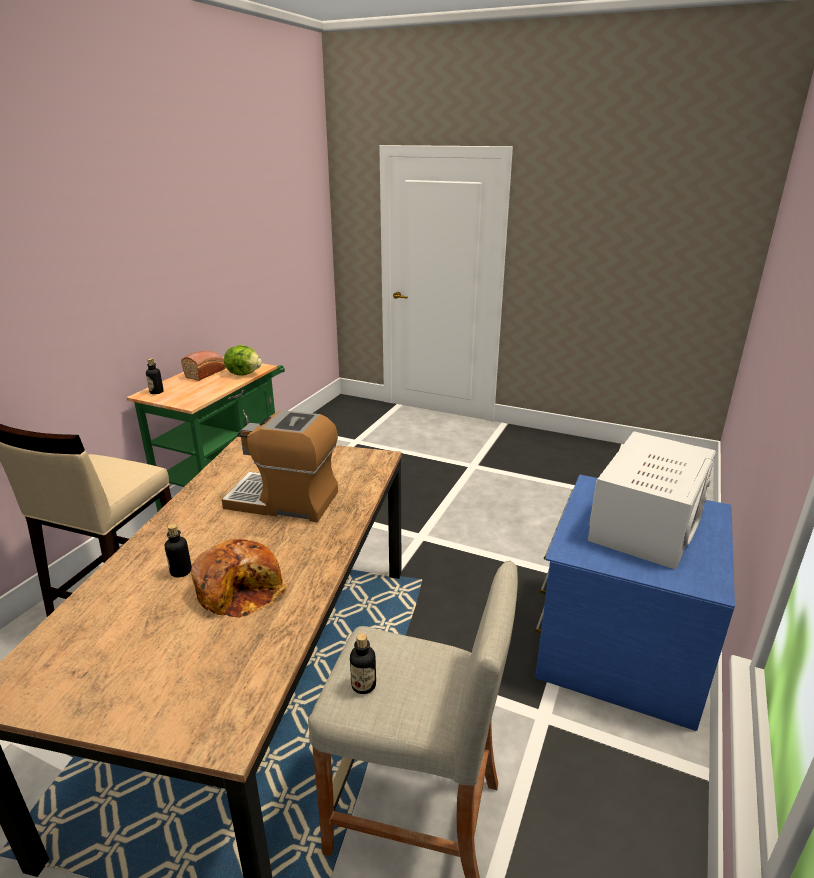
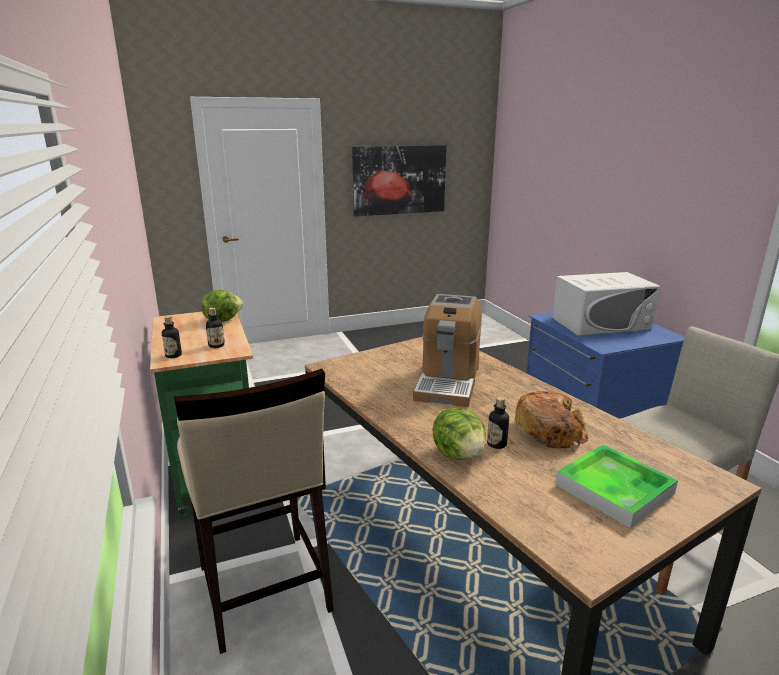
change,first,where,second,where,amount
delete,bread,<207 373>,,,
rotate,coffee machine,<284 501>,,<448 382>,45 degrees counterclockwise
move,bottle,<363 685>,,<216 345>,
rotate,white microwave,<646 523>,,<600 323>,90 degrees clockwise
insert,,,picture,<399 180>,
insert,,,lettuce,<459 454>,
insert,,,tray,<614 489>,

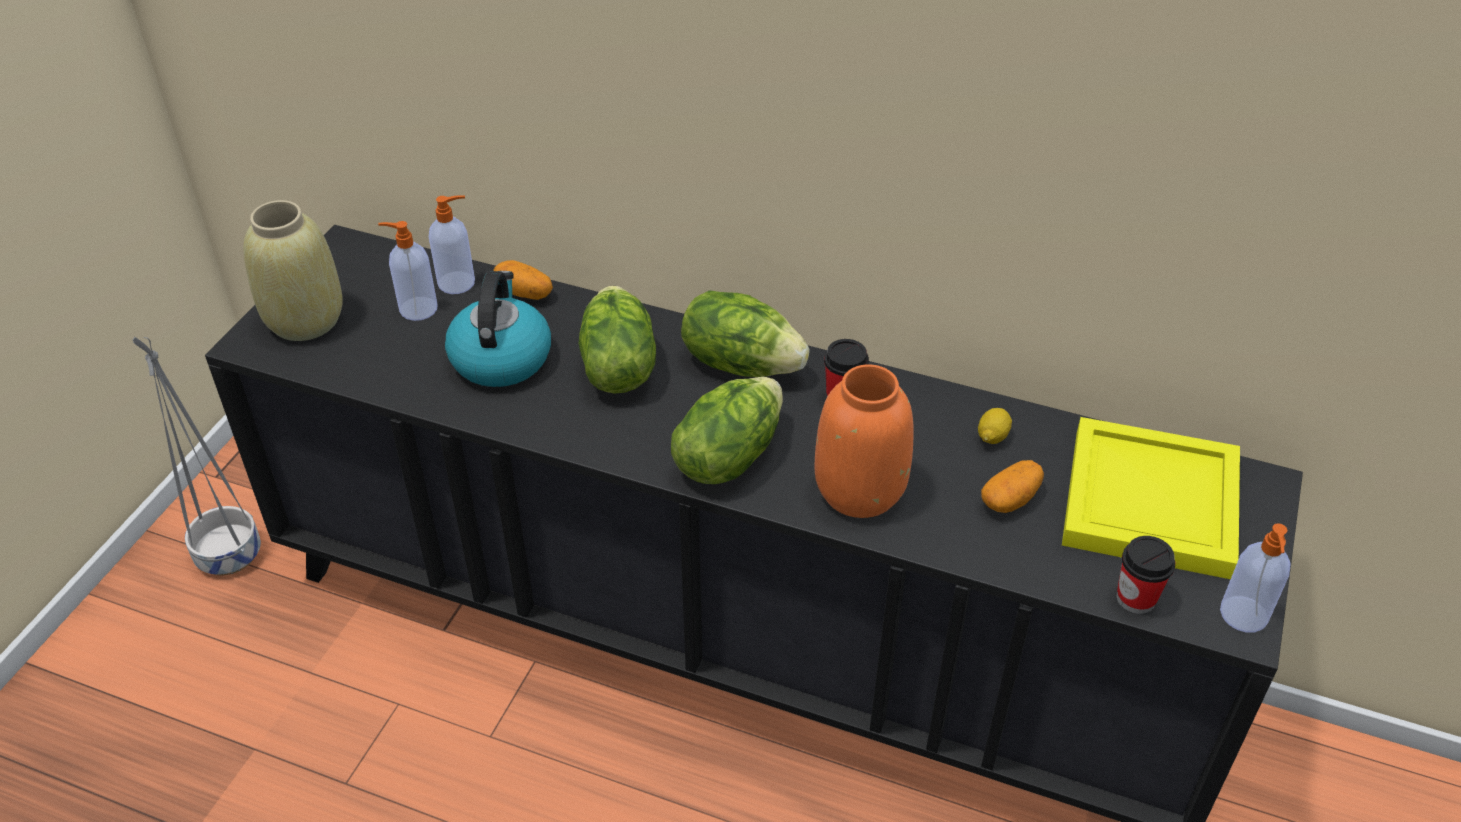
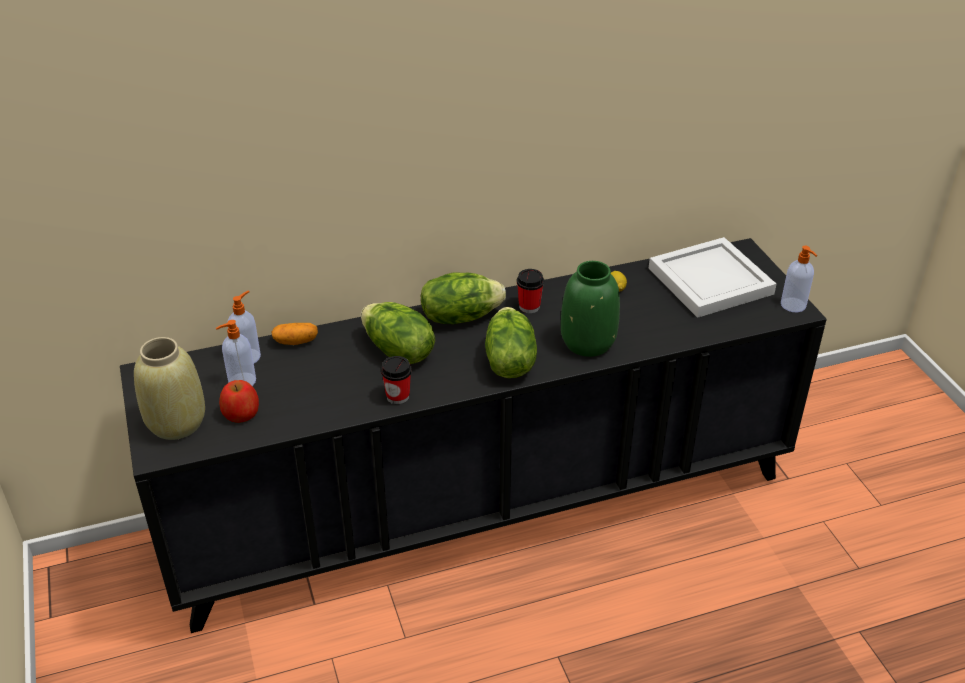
change,first,where,second,where,amount
delete,grey planter,<228 555>,,,
delete,kettle,<501 357>,,,
recolor,orange vase,<858 490>,green vase,<587 343>,
delete,potato,<1010 499>,,,
recolor,yellow tray,<1147 503>,white tray,<710 282>,
move,cup,<1136 598>,,<398 396>,
insert,,,apple,<241 413>,

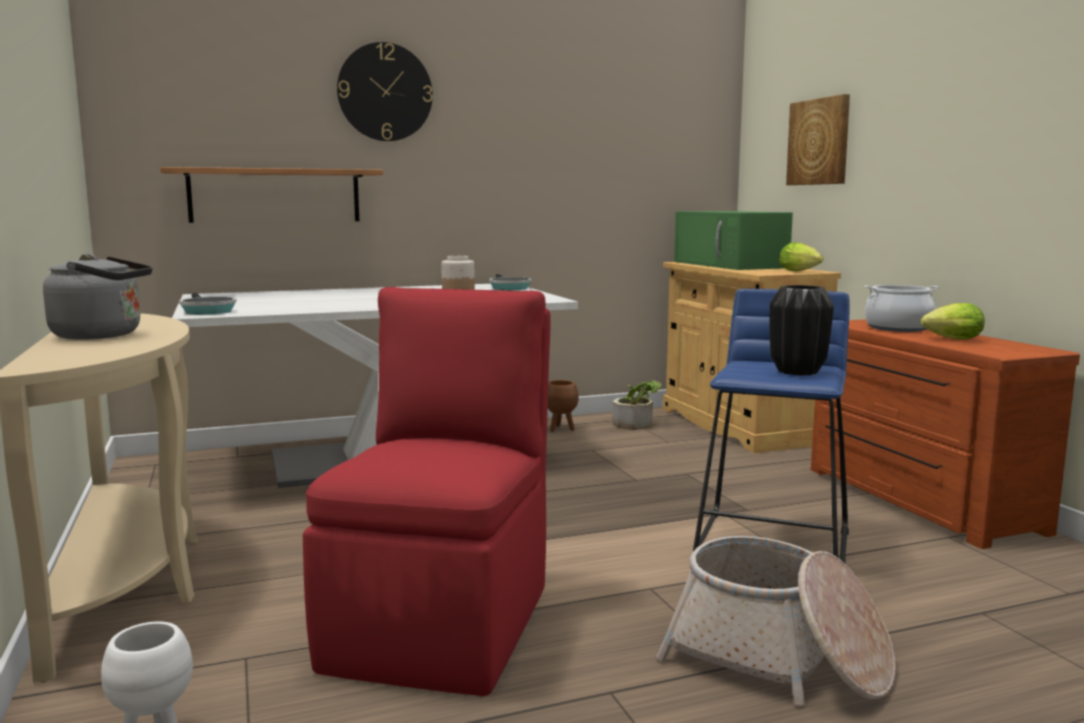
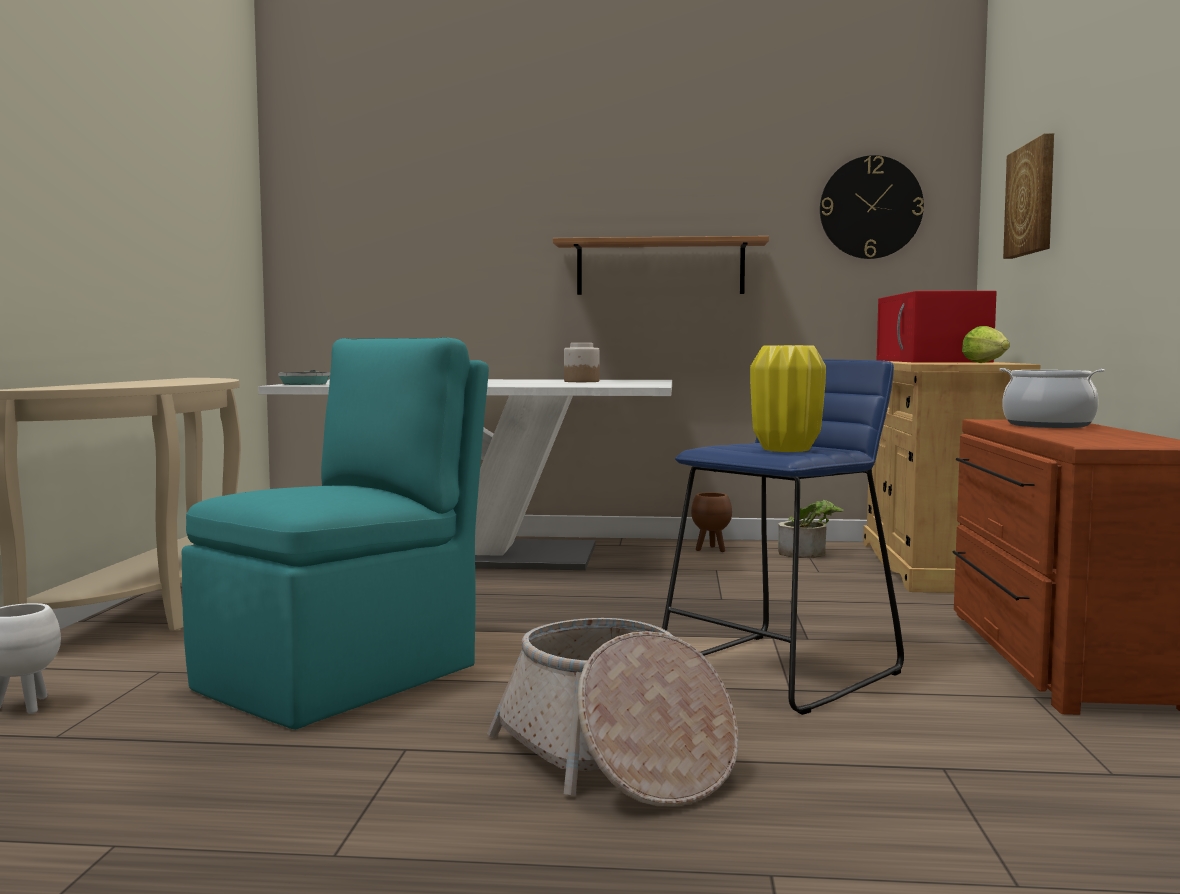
change,first,where,second,where,amount
delete,grey kettle,<103 335>,,,
move,shelf,<275 196>,,<660 268>,
recolor,red chair,<443 623>,turquoise chair,<344 676>,
move,wall clock,<385 92>,,<870 207>,
delete,frying pan,<508 288>,,,
recolor,green microwave,<730 265>,red microwave,<932 361>,
recolor,black vase,<798 372>,yellow vase,<787 450>,
delete,lettuce,<950 339>,,,

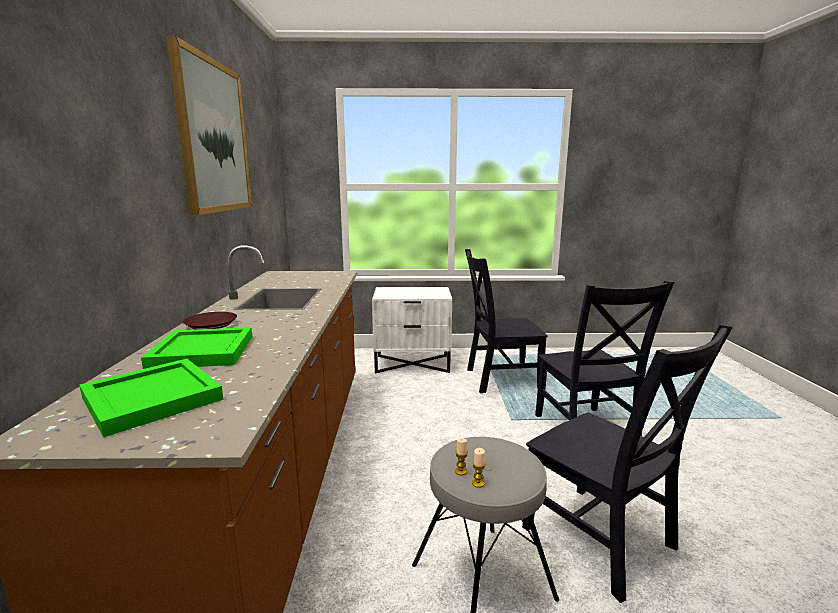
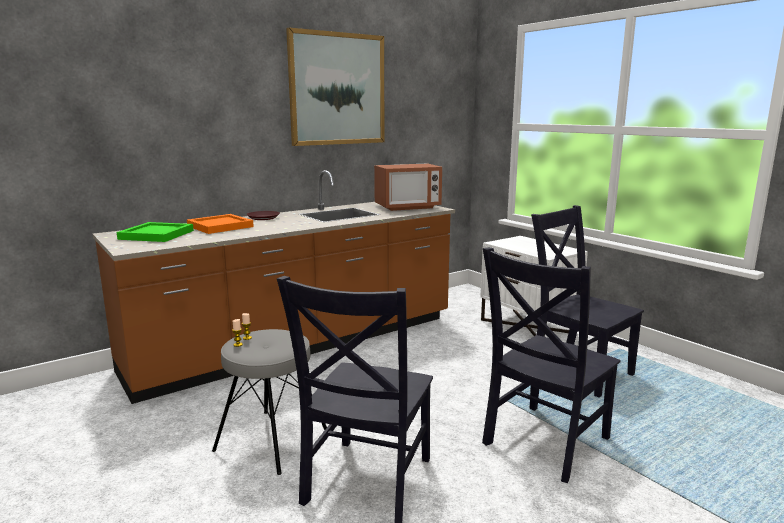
change,first,where,second,where,amount
recolor,green tray,<201 352>,orange tray,<219 226>,
insert,,,microwave,<407 207>,

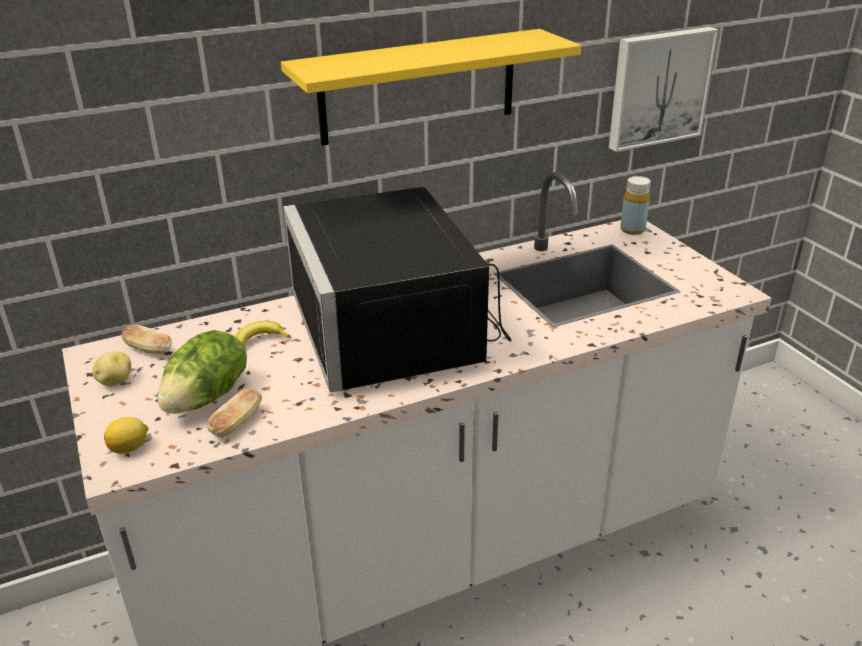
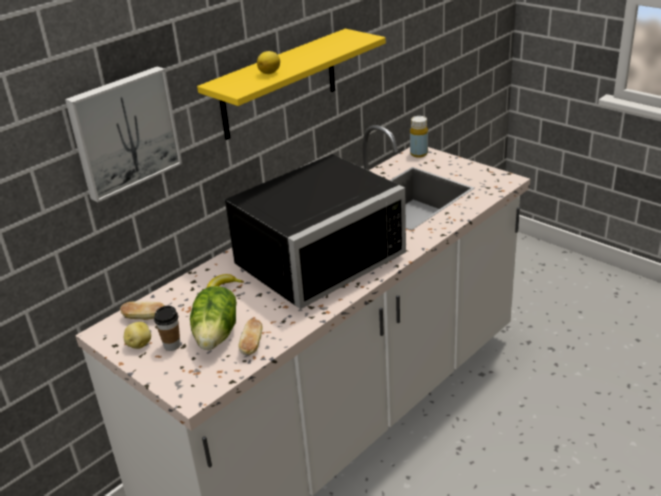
change,first,where,second,where,amount
move,lemon,<130 448>,,<270 73>,
rotate,black microwave,<400 329>,,<313 257>,90 degrees counterclockwise
move,picture,<658 88>,,<124 132>,
insert,,,cup,<172 345>,

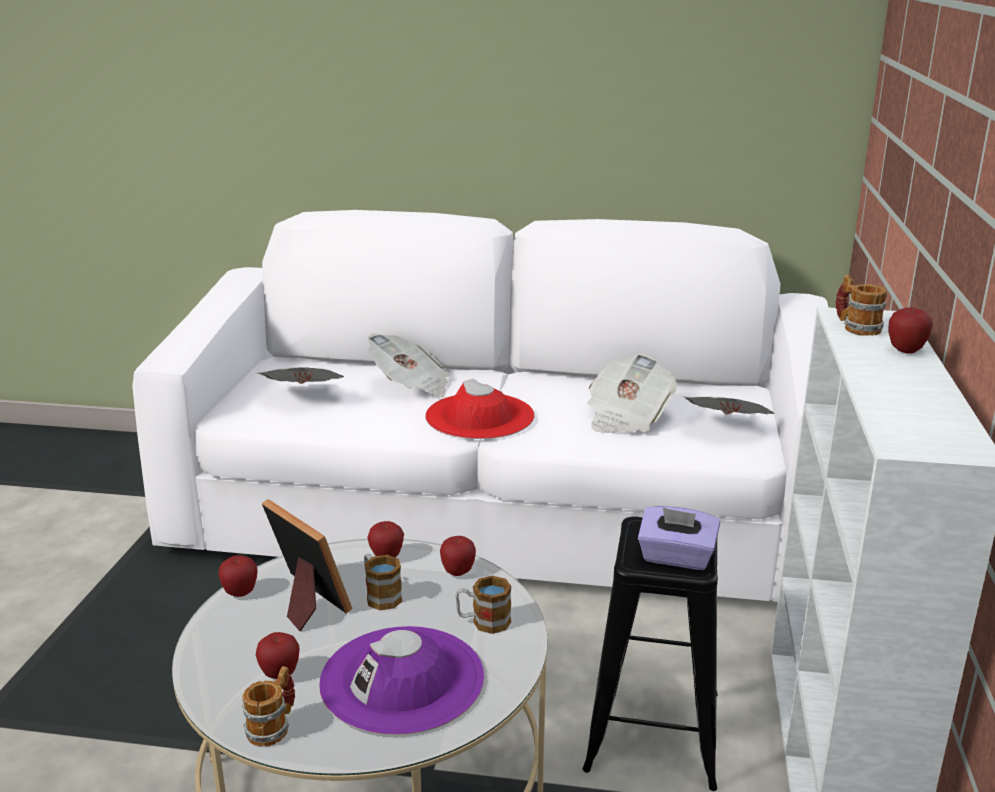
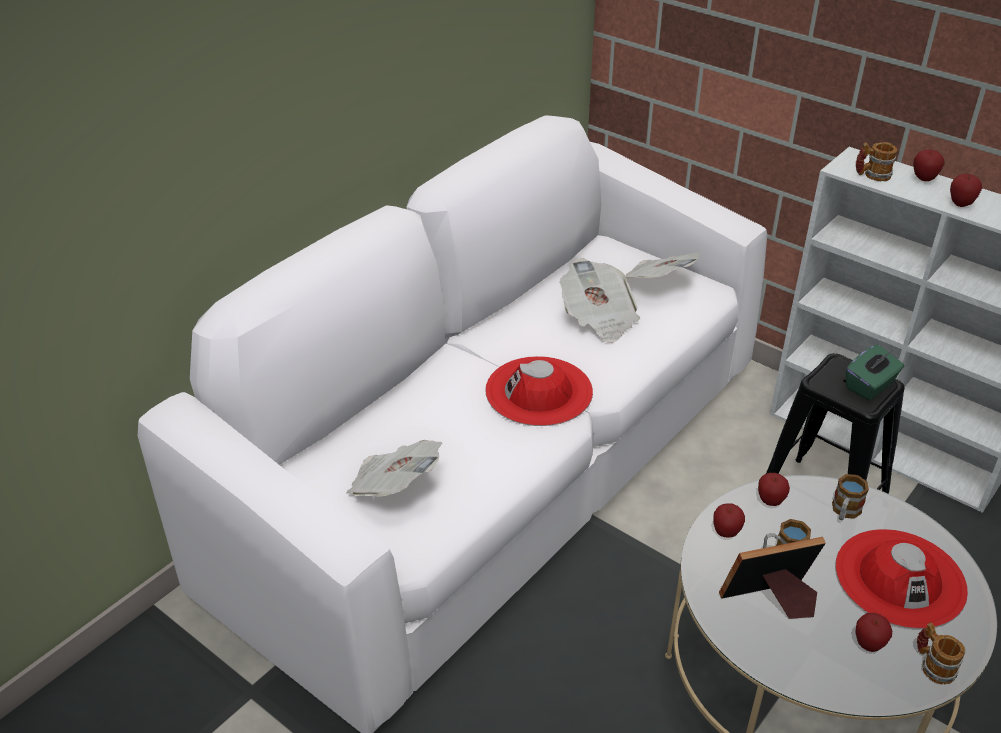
change,first,where,second,where,amount
move,apple,<240 593>,,<961 204>,
recolor,purple hat,<402 679>,red hat,<900 578>,
delete,newspaper,<411 386>,,,
recolor,purple tissue box,<676 558>,green tissue box,<870 386>,

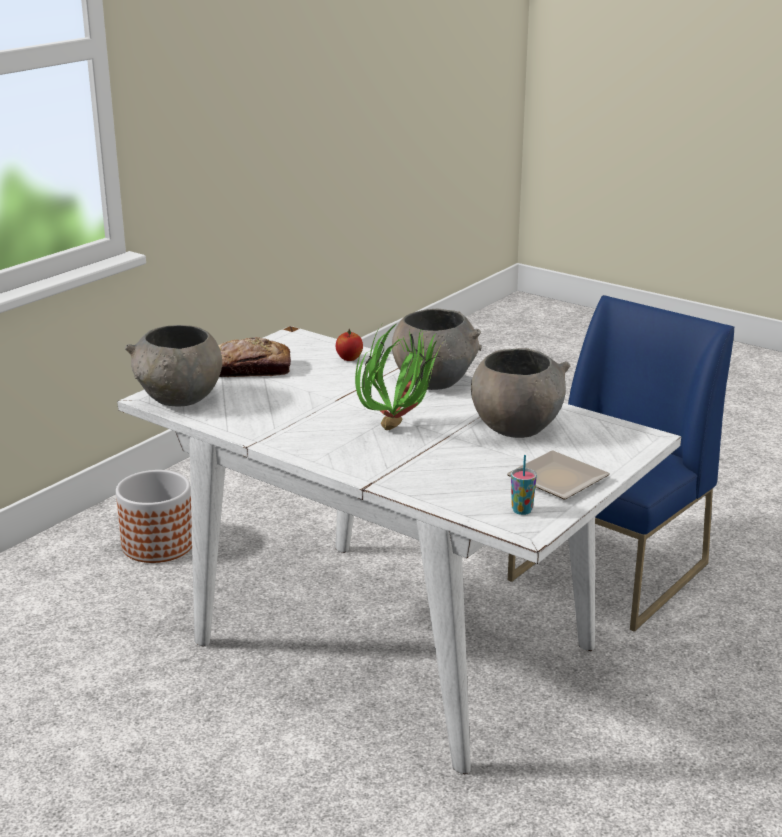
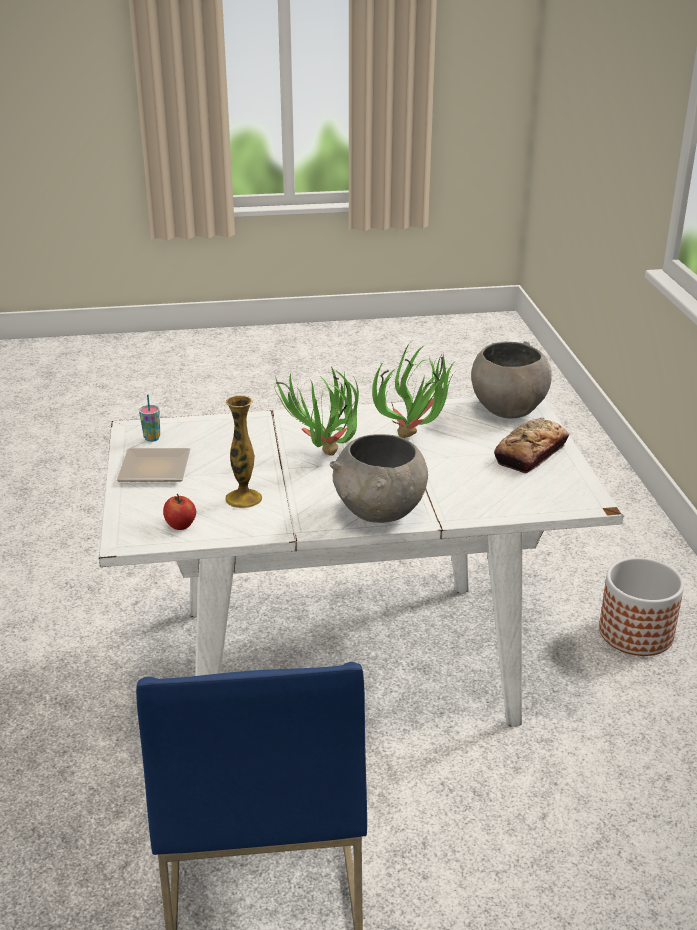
change,first,where,second,where,amount
move,apple,<349 358>,,<181 526>,
replace,grey bowl,<516 427>,vase,<243 498>,
insert,,,potted plant,<417 438>,

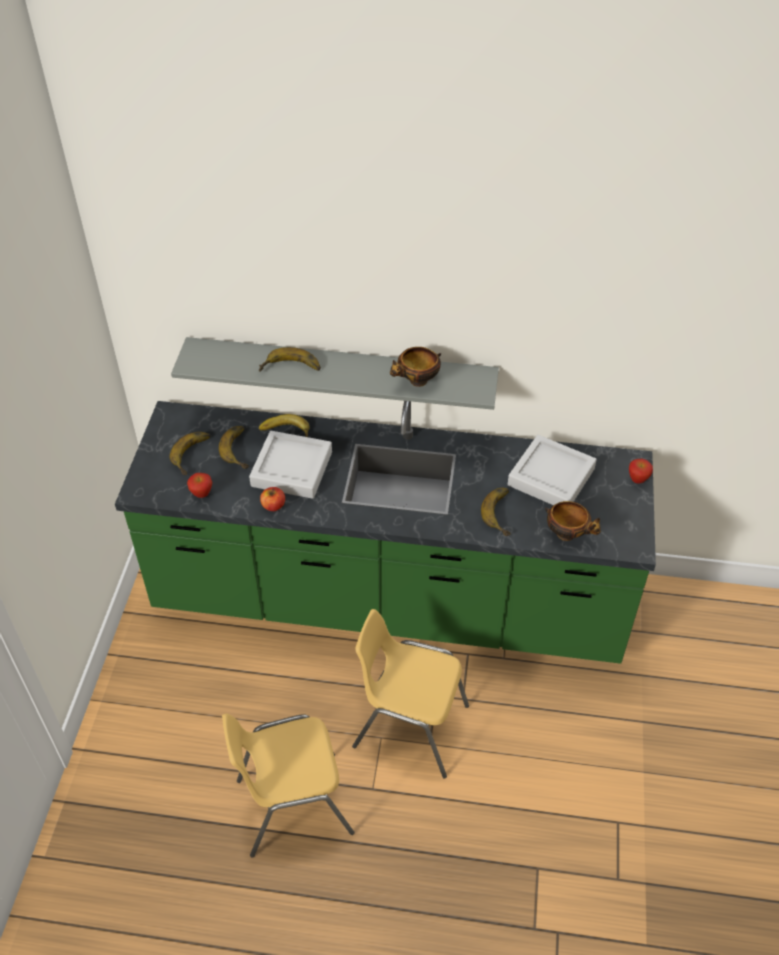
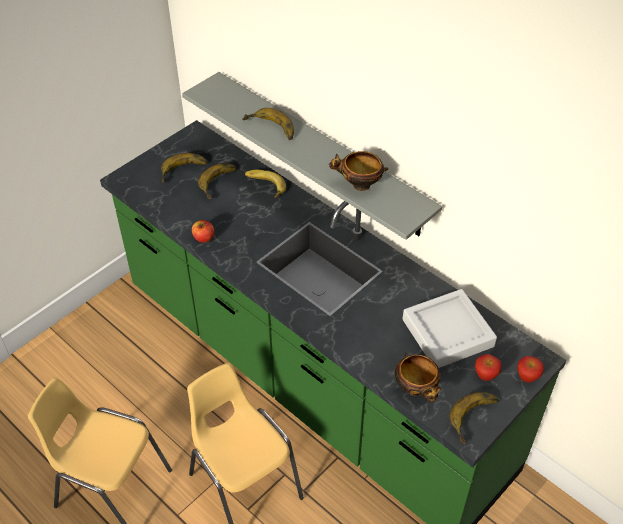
change,first,where,second,where,amount
move,apple,<202 494>,,<485 376>,
delete,grey tray,<292 469>,,,
move,banana,<503 513>,,<476 419>,

